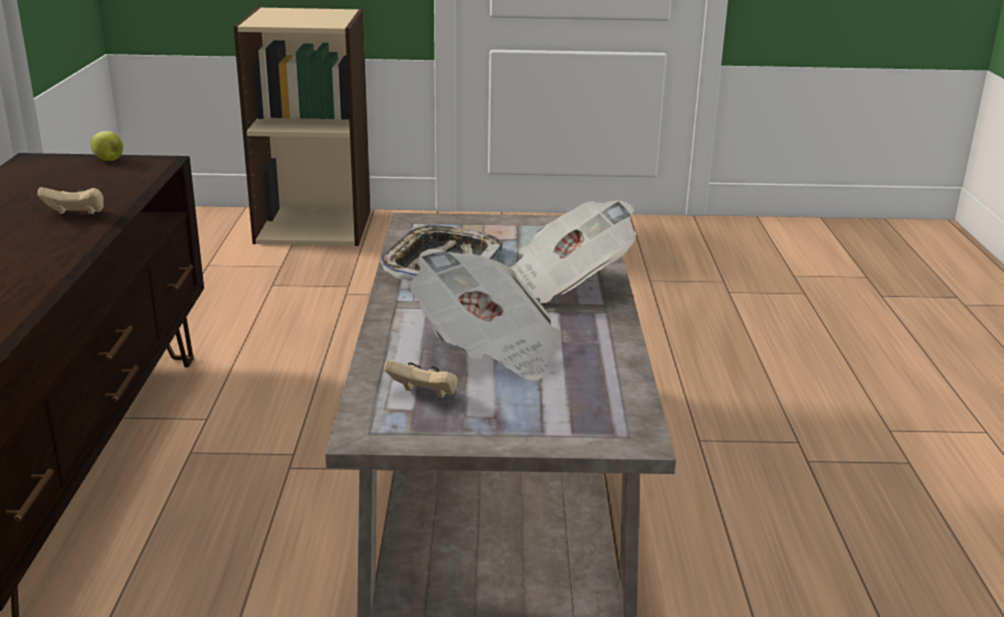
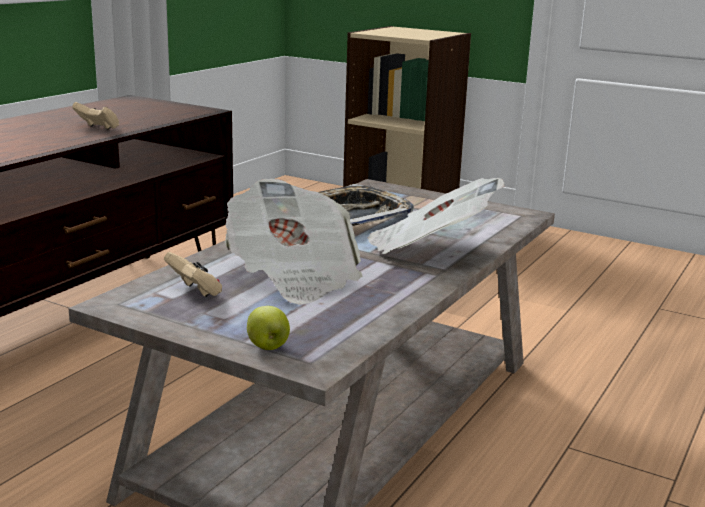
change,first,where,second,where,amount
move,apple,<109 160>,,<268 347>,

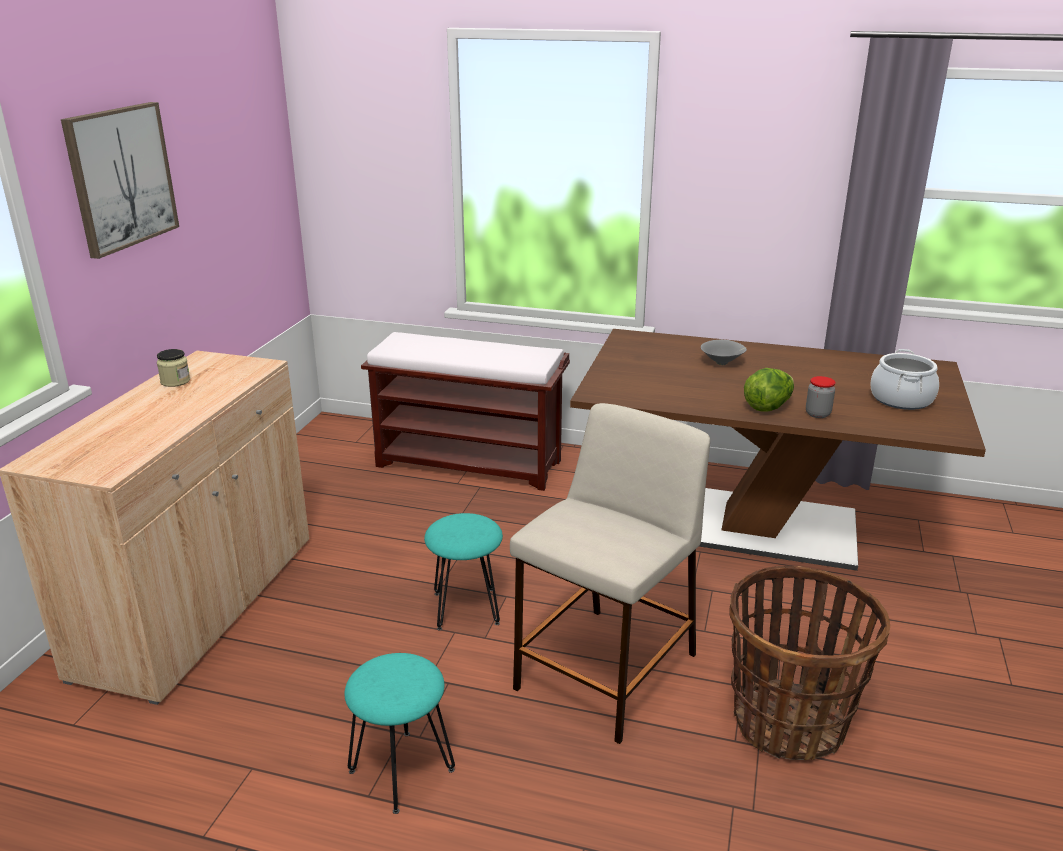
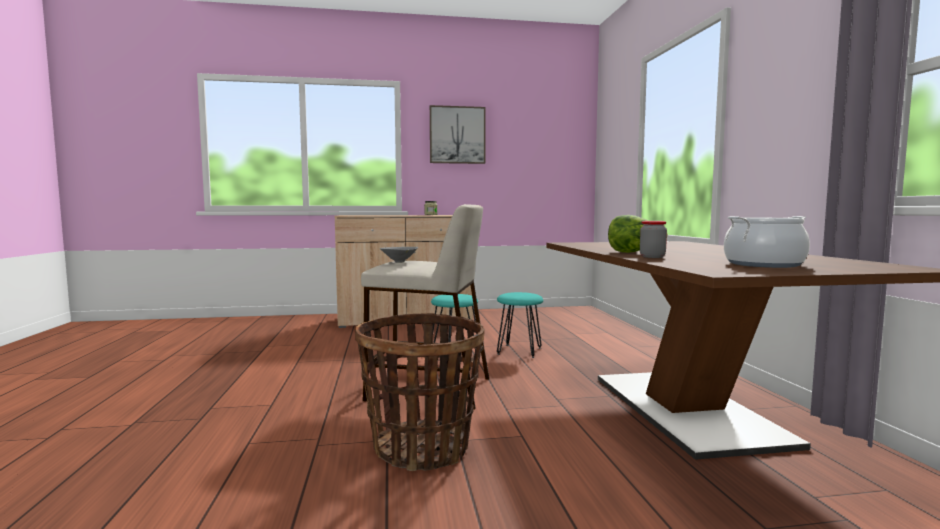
change,first,where,second,where,amount
move,turquoise stool,<402 770>,,<520 351>,
delete,brown bench,<471 463>,,,
move,grey bowl,<722 363>,,<399 262>,

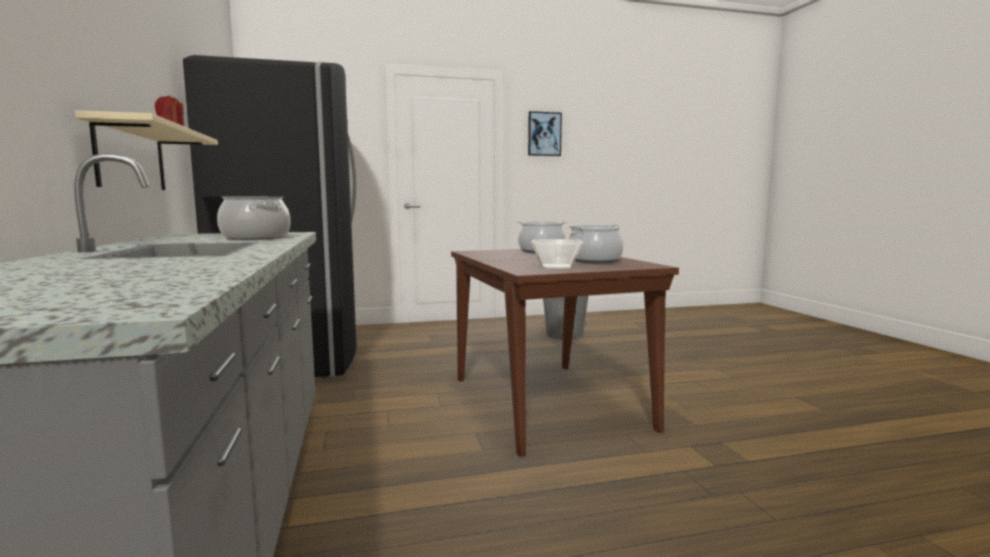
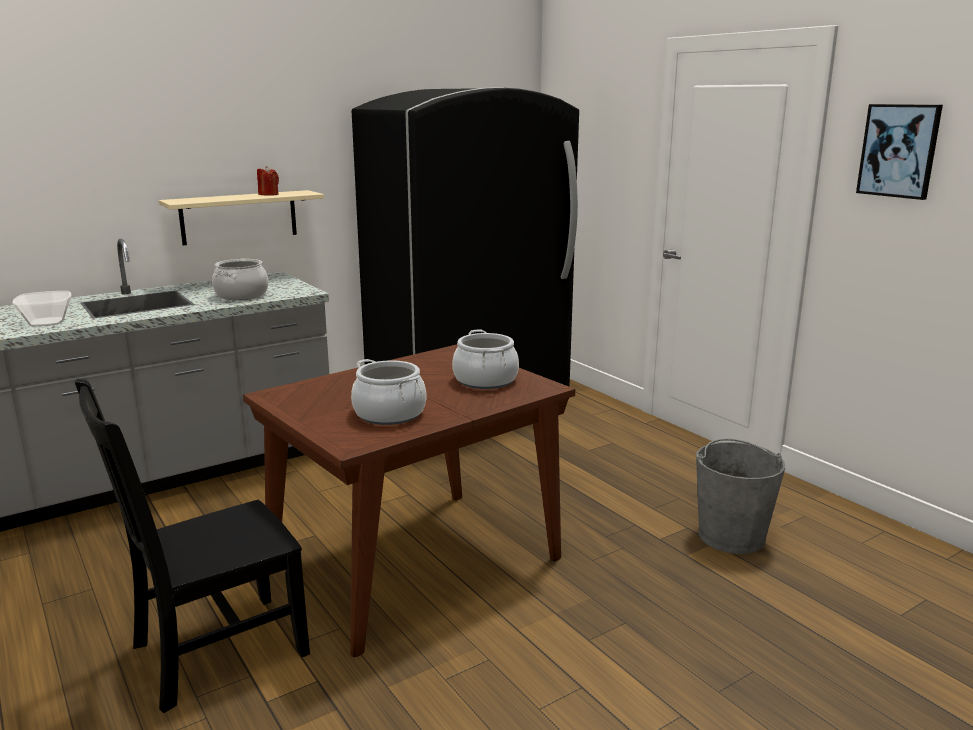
change,first,where,second,where,amount
move,bowl,<557 267>,,<47 322>,
insert,,,black chair,<213 651>,

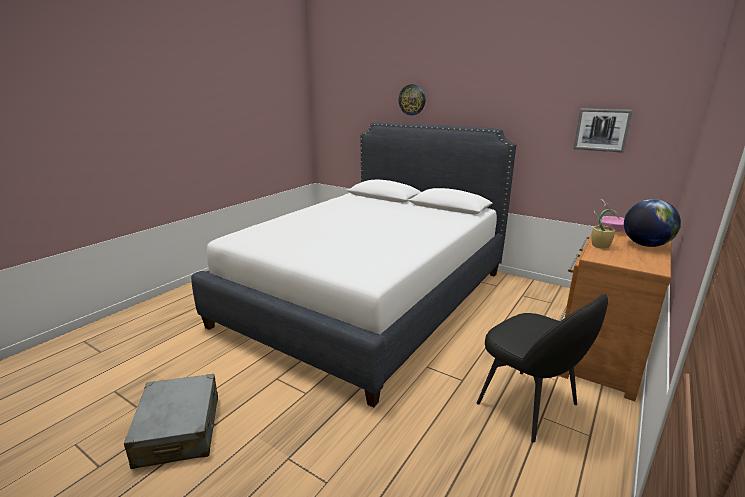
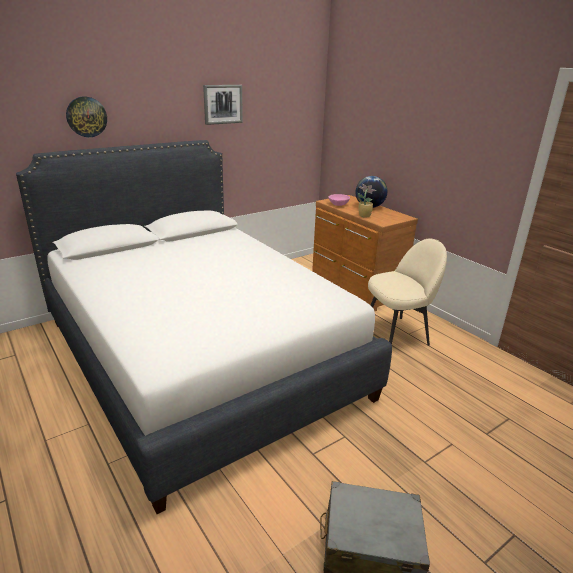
change,first,where,second,where,amount
recolor,black chair,<529 405>,beige chair,<397 333>,
move,picture,<602 130>,,<222 104>,

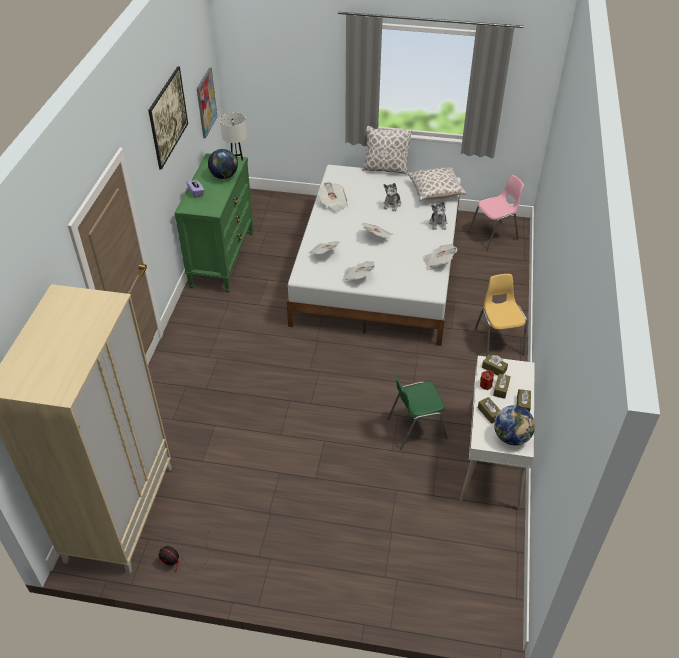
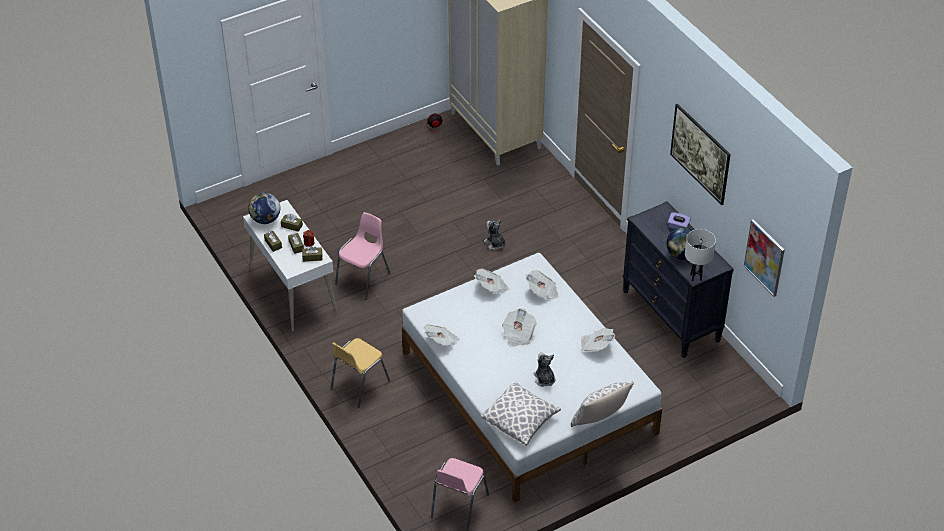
change,first,where,second,where,amount
recolor,green dresser,<222 259>,black dresser,<671 316>,
recolor,green chair,<415 428>,pink chair,<364 279>,
move,plush toy,<438 223>,,<495 243>,
rotate,yellow chair,<498 341>,,<359 385>,90 degrees clockwise

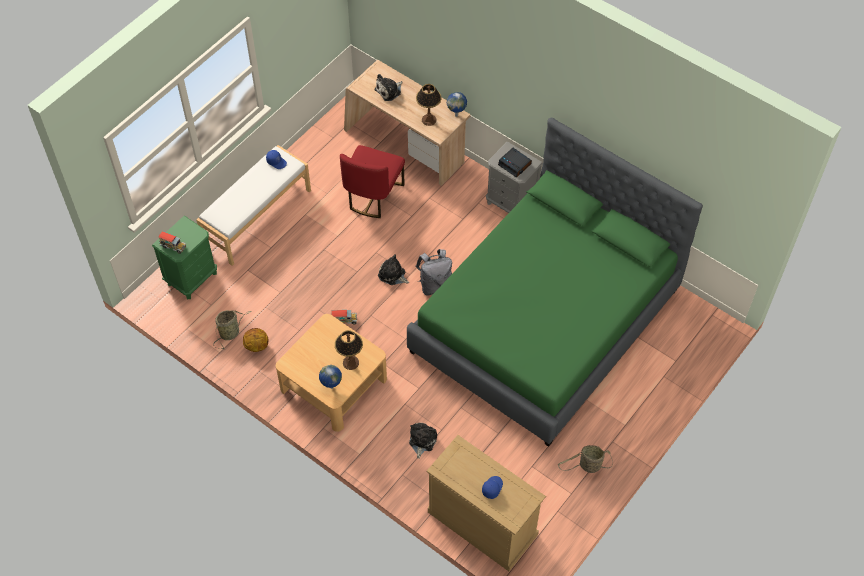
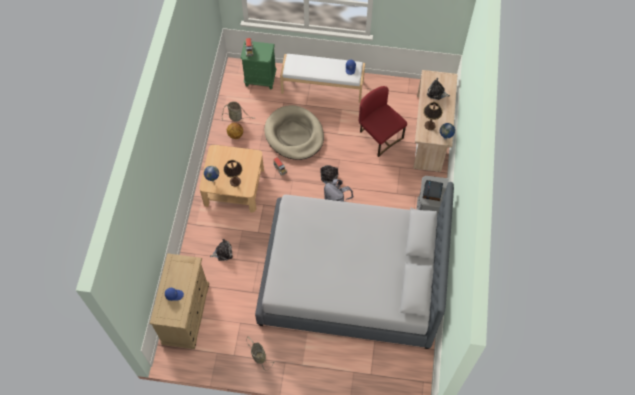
change,first,where,second,where,amount
rotate,red chair,<373 196>,,<379 136>,60 degrees clockwise
recolor,green bed,<545 320>,grey bed,<351 279>,
insert,,,beige dog bed,<294 134>,

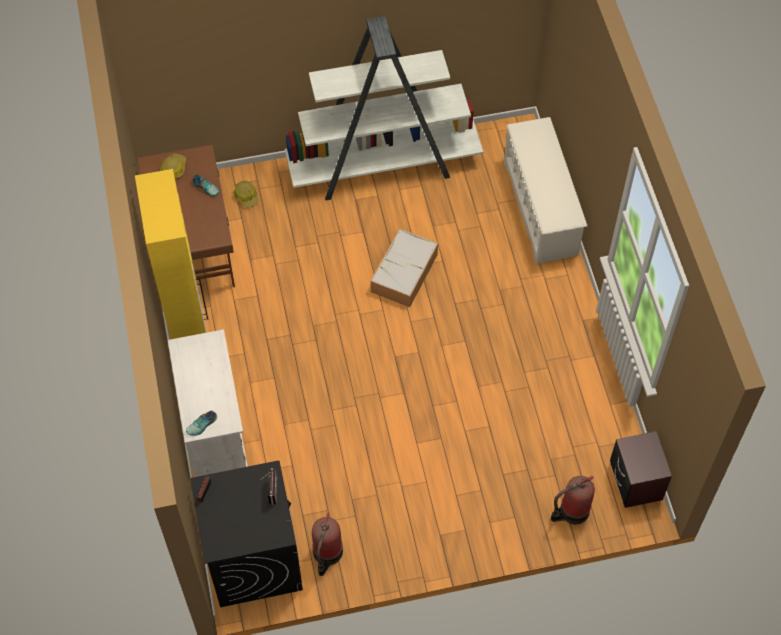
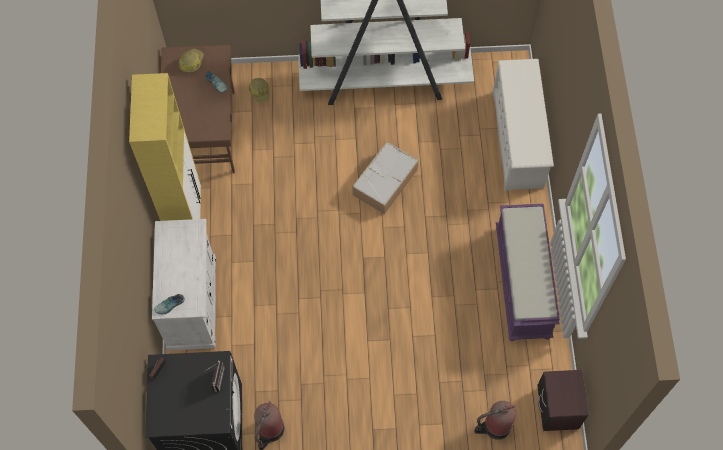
change,first,where,second,where,amount
insert,,,purple bench,<523 283>,

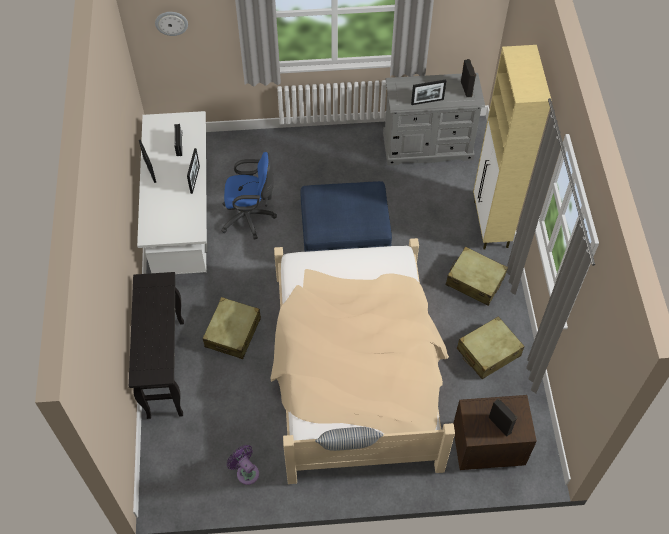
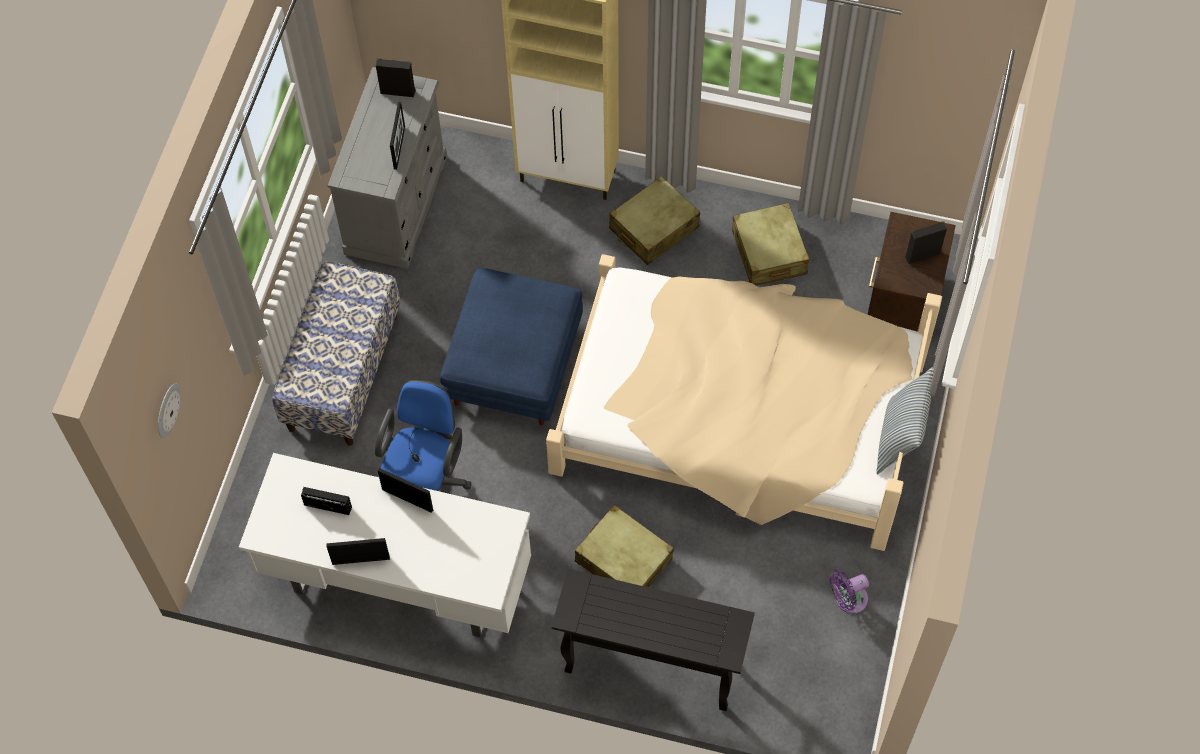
change,first,where,second,where,amount
insert,,,bench,<342 372>,

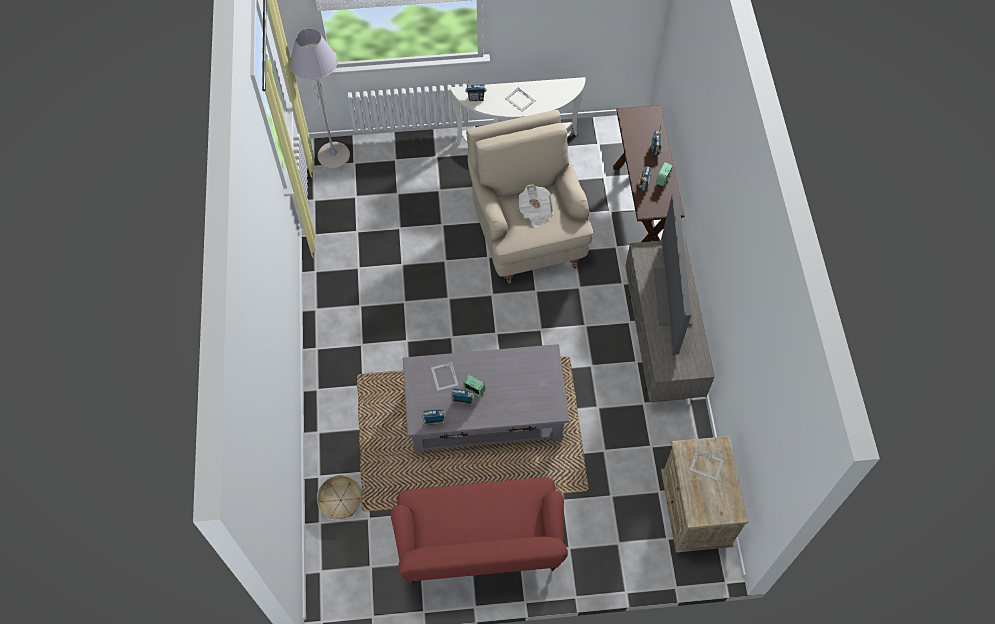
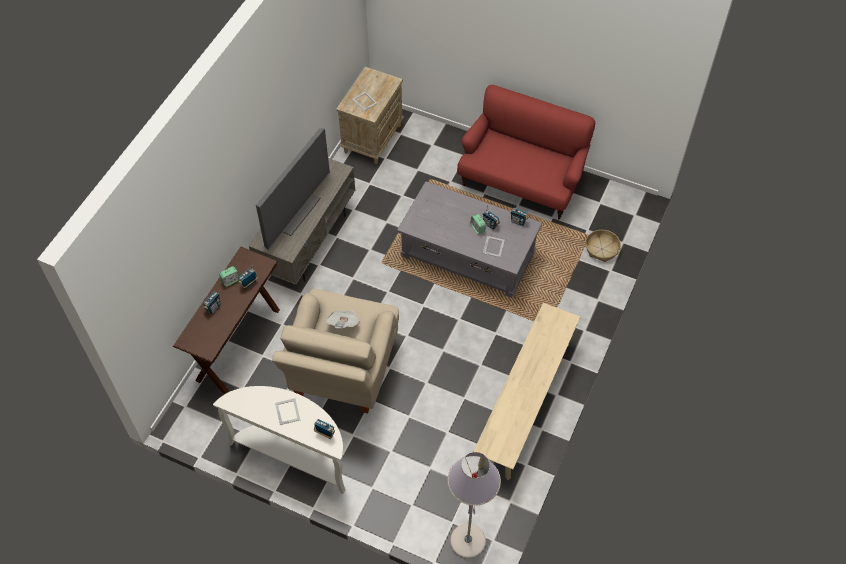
change,first,where,second,where,amount
insert,,,beige bench,<525 403>,

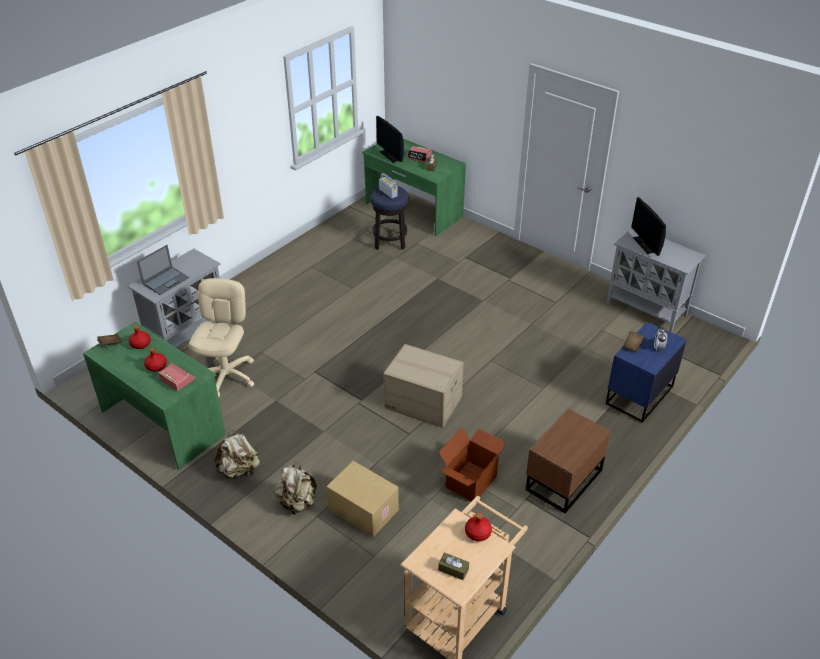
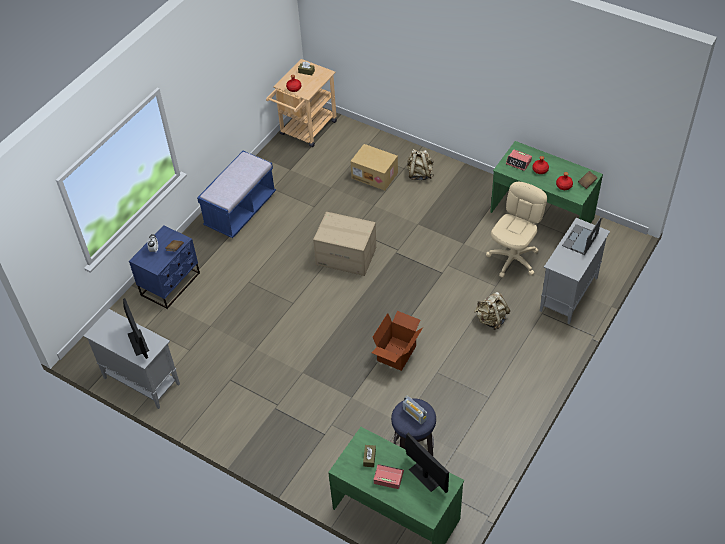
change,first,where,second,where,amount
rotate,beige office chair,<227 376>,,<513 259>,150 degrees counterclockwise
move,beige backpack,<239 470>,,<491 319>,
move,cardboard box,<470 481>,,<397 354>,
replace,brown nightstand,<562 480>,blue bench,<240 210>,

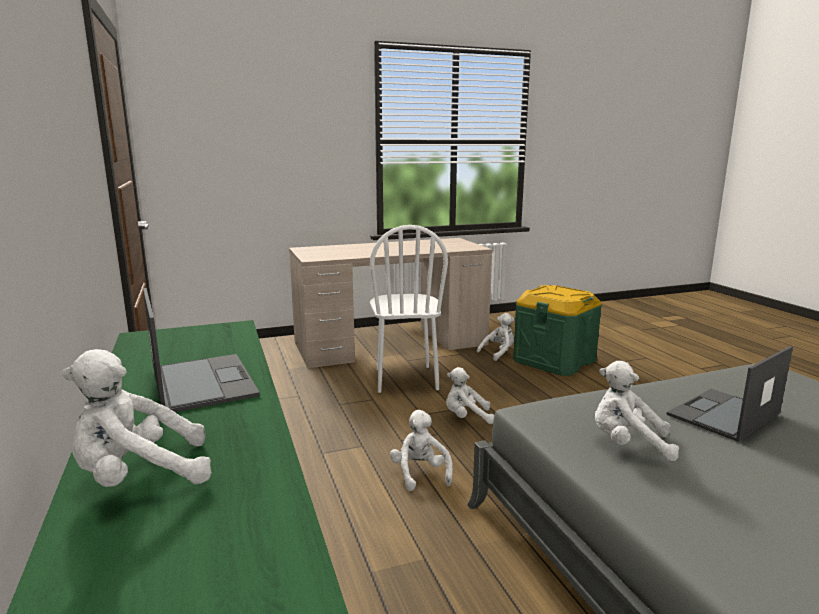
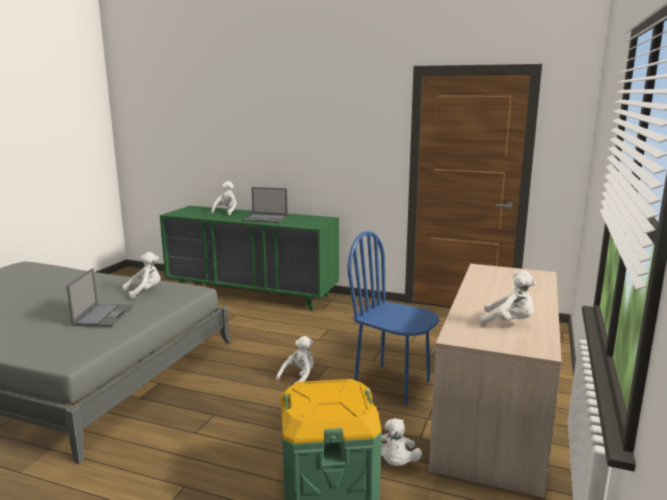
change,first,where,second,where,amount
recolor,white chair,<405 379>,blue chair,<392 384>,
move,white plush toy,<420 474>,,<509 323>,

